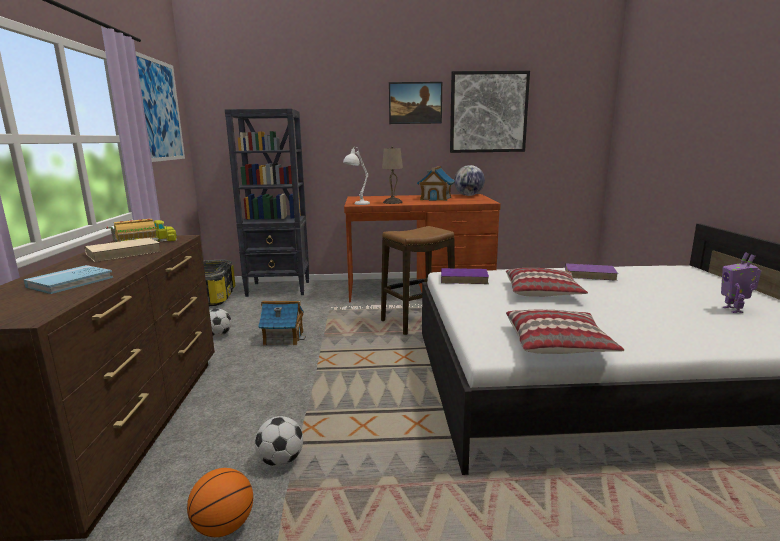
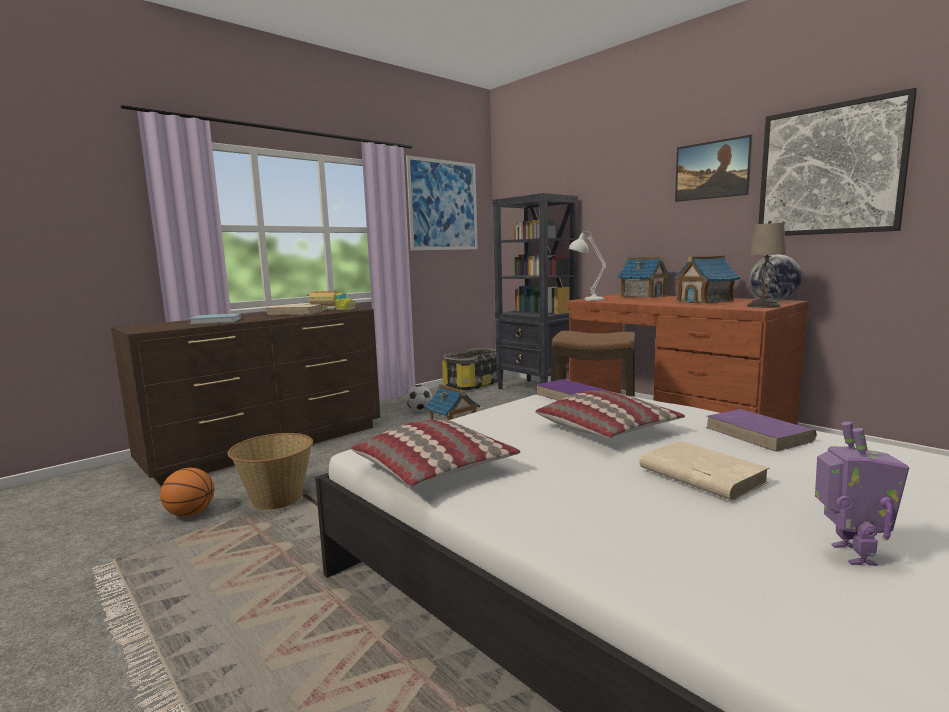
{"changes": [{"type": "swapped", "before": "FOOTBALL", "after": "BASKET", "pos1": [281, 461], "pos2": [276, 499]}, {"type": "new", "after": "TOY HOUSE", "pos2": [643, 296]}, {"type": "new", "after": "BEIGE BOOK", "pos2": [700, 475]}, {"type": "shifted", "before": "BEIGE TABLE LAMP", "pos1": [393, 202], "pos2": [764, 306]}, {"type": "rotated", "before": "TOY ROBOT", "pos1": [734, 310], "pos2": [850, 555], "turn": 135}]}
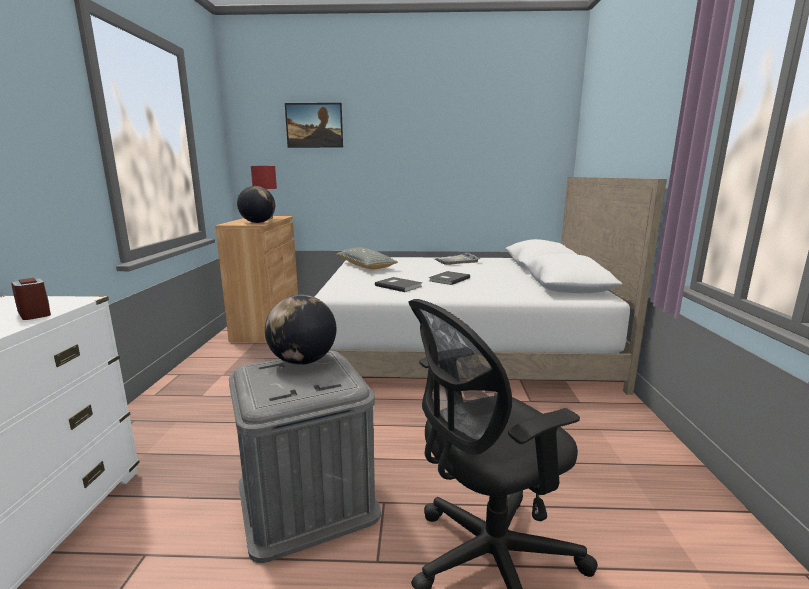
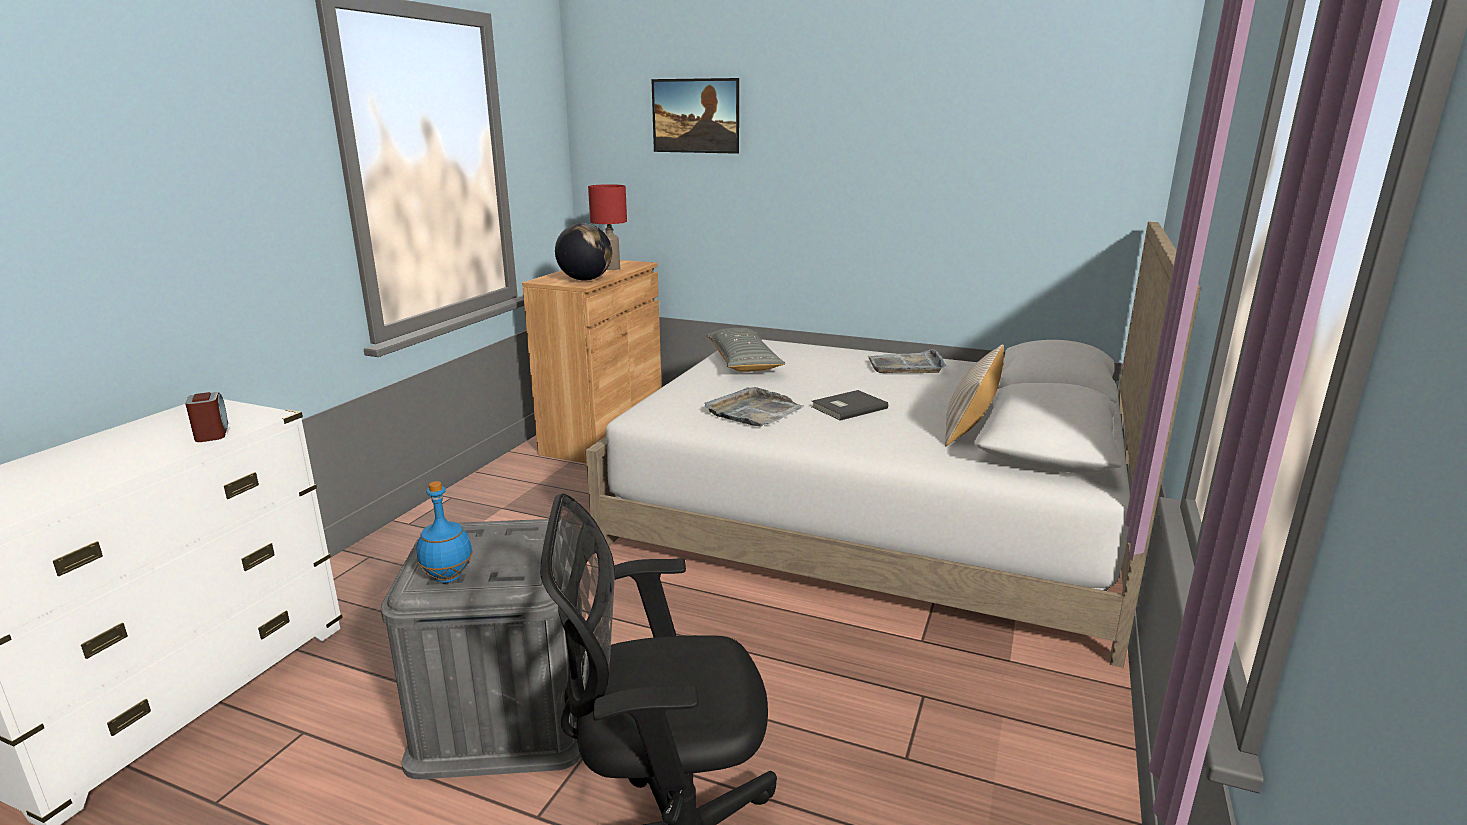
{"changes": [{"type": "new", "after": "BLUE BOTTLE", "pos2": [448, 578]}, {"type": "swapped", "before": "GREY BOOK", "after": "GREY TRAY", "pos1": [398, 285], "pos2": [753, 411]}, {"type": "new", "after": "BEIGE PILLOW", "pos2": [971, 423]}, {"type": "gone", "before": "GLOBE", "pos1": [303, 361]}]}
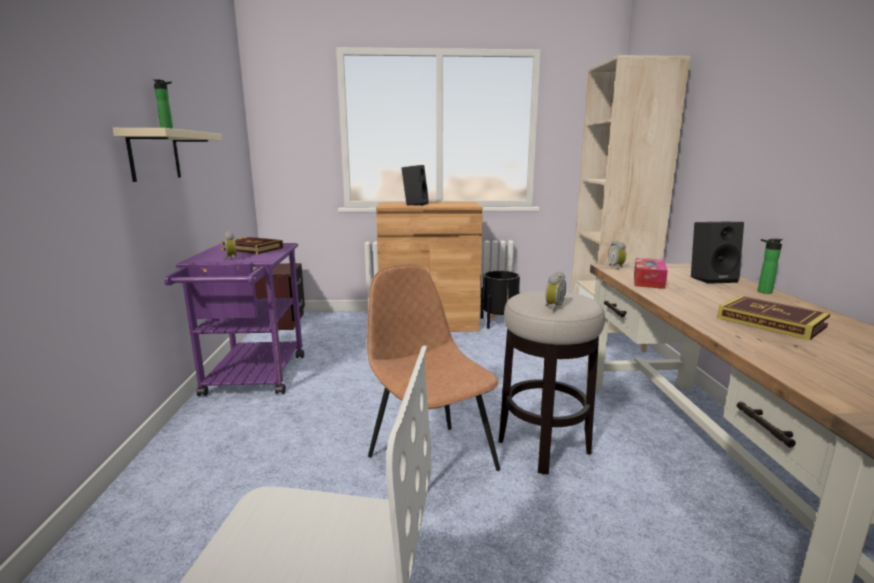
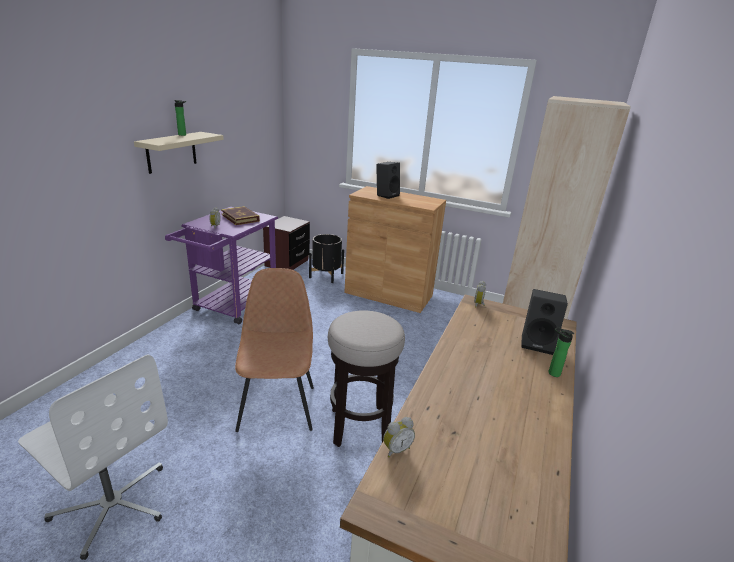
{"changes": [{"type": "shifted", "before": "BLACK PLANTER", "pos1": [499, 322], "pos2": [326, 275]}, {"type": "shifted", "before": "ALARM CLOCK", "pos1": [553, 307], "pos2": [396, 449]}, {"type": "gone", "before": "TISSUE BOX", "pos1": [648, 281]}, {"type": "gone", "before": "BOOK", "pos1": [770, 322]}]}
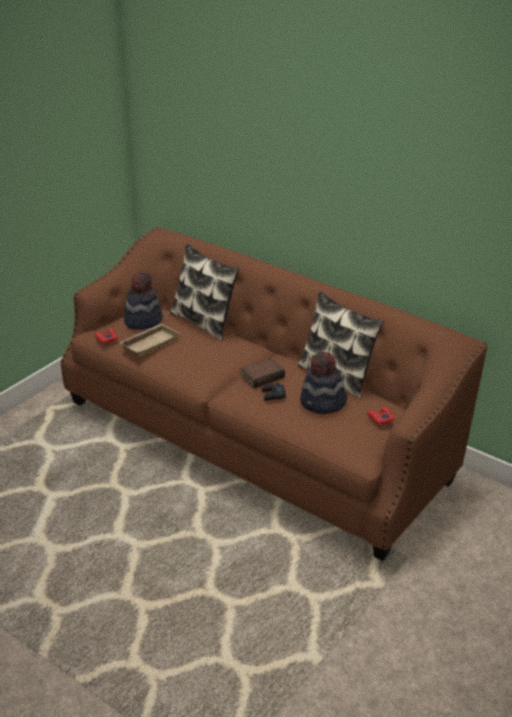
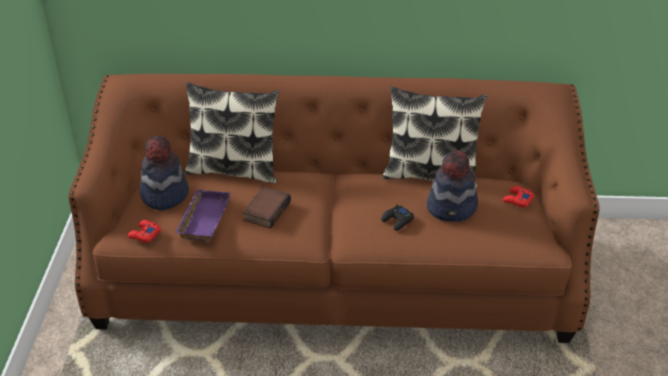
{"changes": [{"type": "repainted", "before": "BEIGE TRAY", "after": "PURPLE TRAY", "pos1": [149, 343], "pos2": [203, 218]}, {"type": "shifted", "before": "BOOK", "pos1": [262, 375], "pos2": [266, 210]}]}
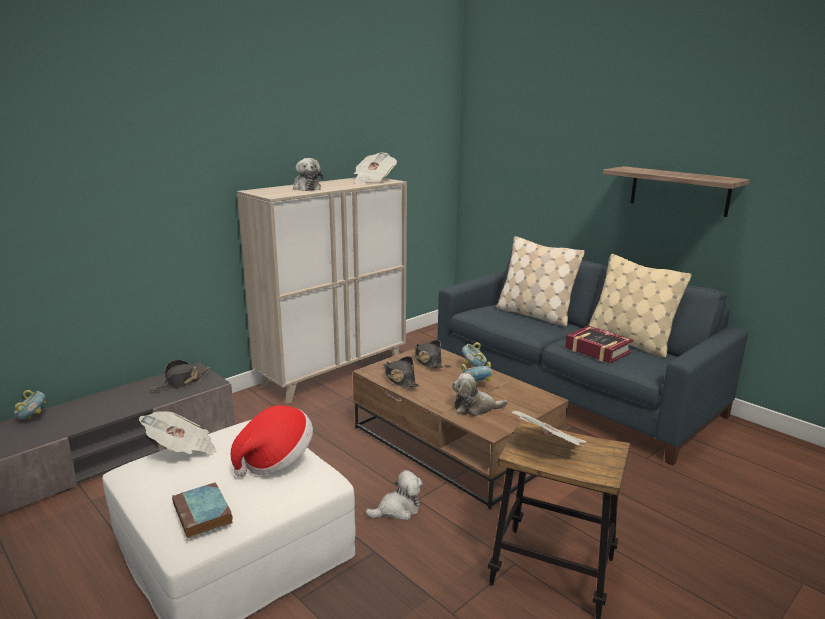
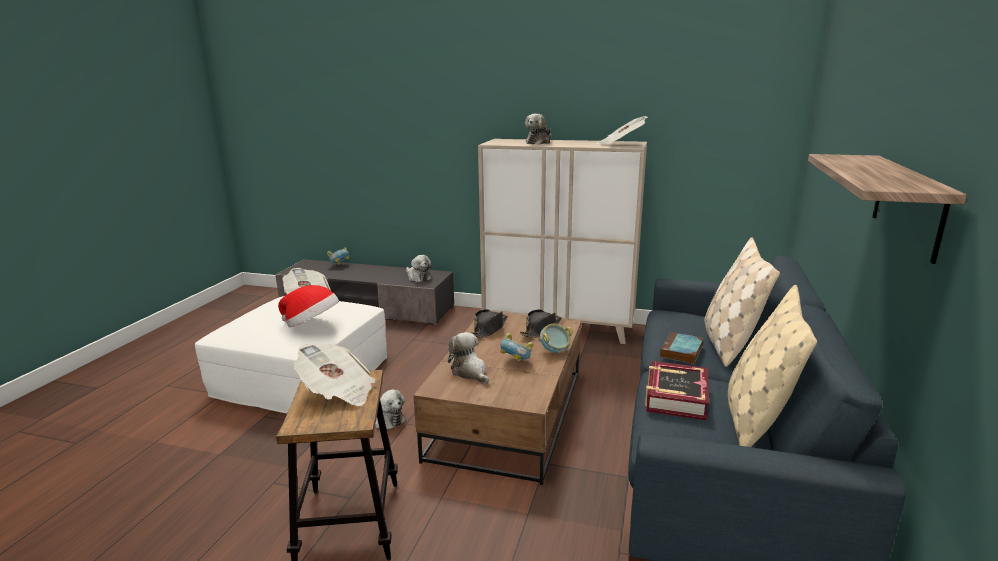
{"changes": [{"type": "swapped", "before": "BLACK HAT", "after": "PLUSH TOY", "pos1": [181, 382], "pos2": [418, 277]}, {"type": "shifted", "before": "BOOK", "pos1": [203, 515], "pos2": [681, 352]}]}
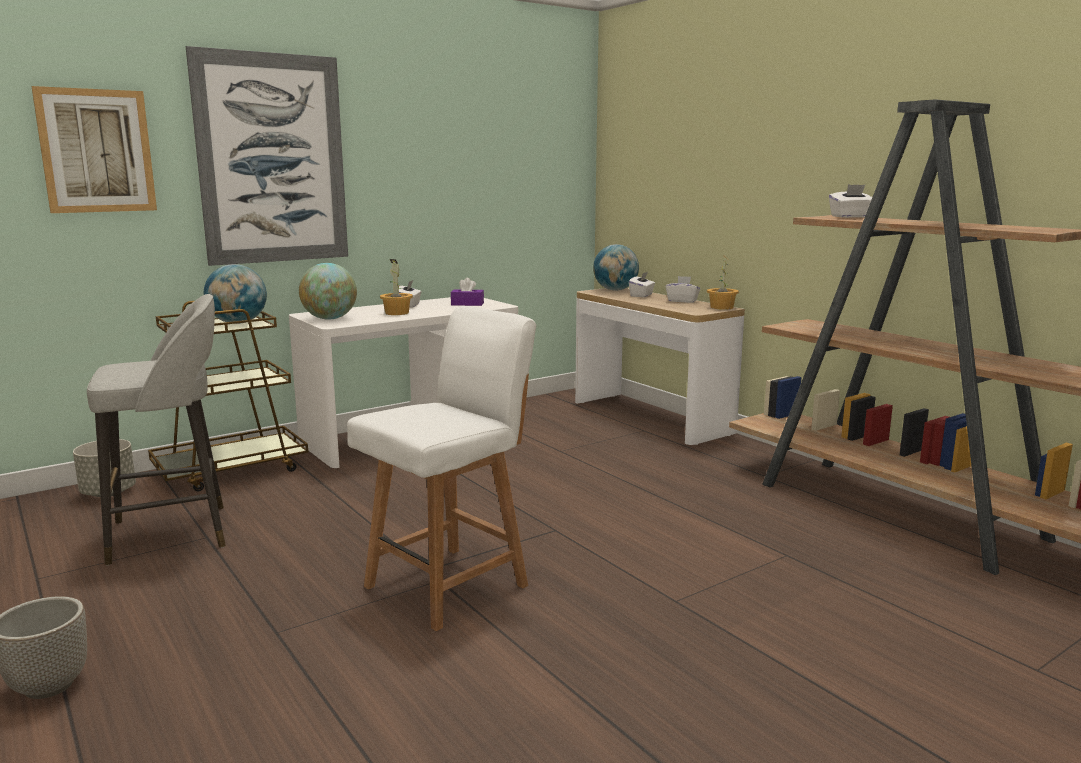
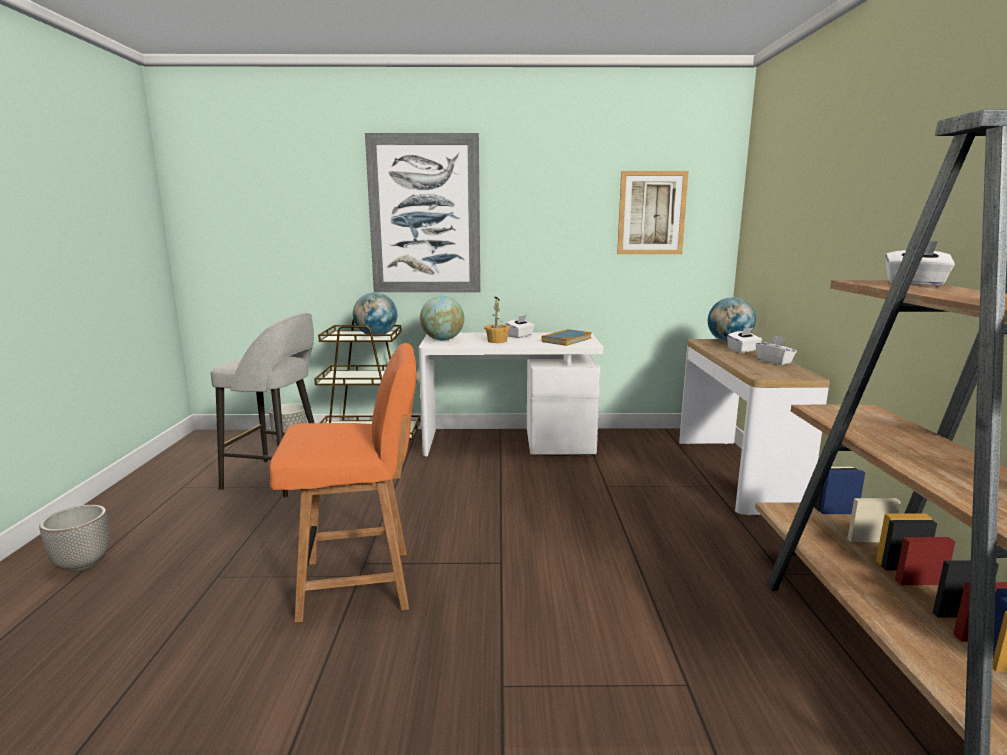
{"changes": [{"type": "repainted", "before": "WHITE CHAIR", "after": "ORANGE CHAIR", "pos1": [450, 585], "pos2": [360, 583]}, {"type": "swapped", "before": "PURPLE TISSUE BOX", "after": "BOOK", "pos1": [467, 304], "pos2": [566, 340]}, {"type": "shifted", "before": "PICTURE", "pos1": [97, 151], "pos2": [651, 213]}, {"type": "gone", "before": "POTTED PLANT", "pos1": [721, 307]}]}
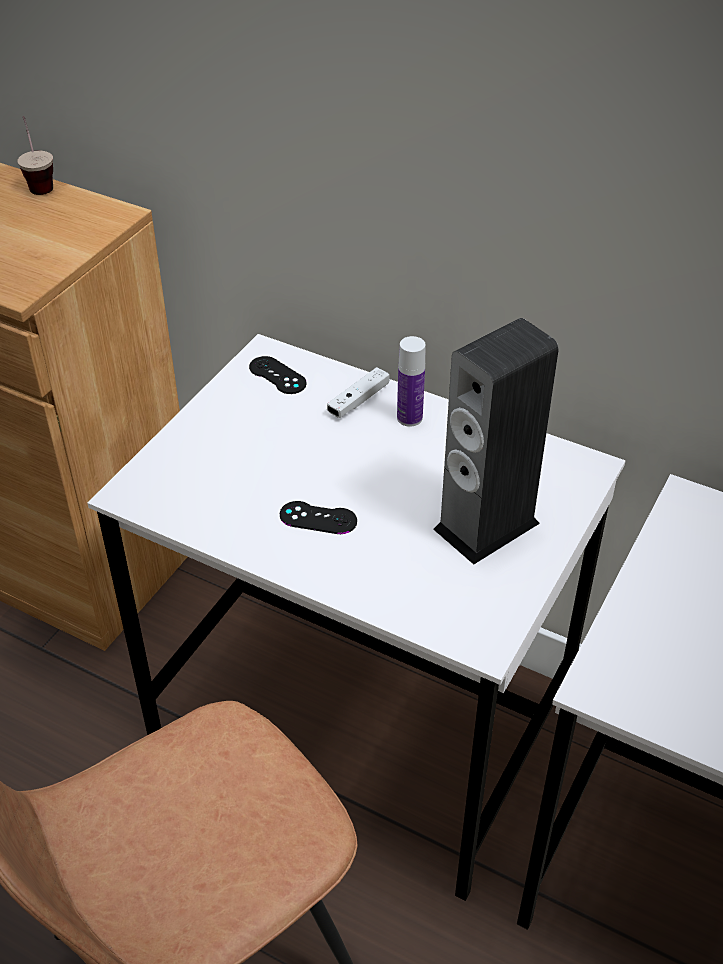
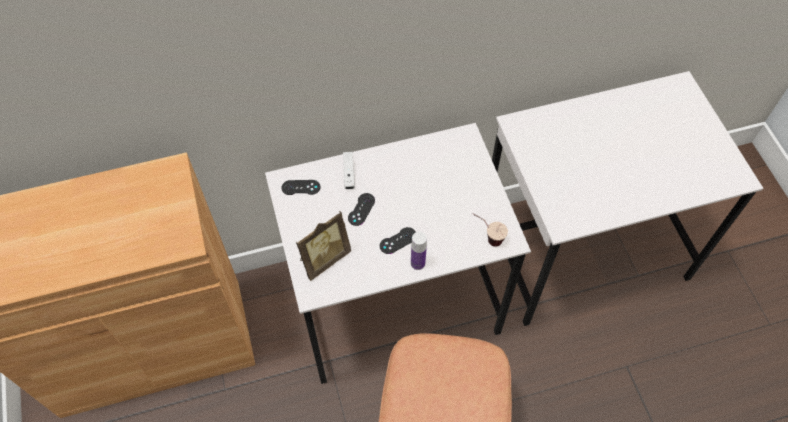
{"changes": [{"type": "new", "after": "PICTURE FRAME", "pos2": [323, 258]}, {"type": "new", "after": "BLACK GAME CONTROLLER", "pos2": [361, 209]}, {"type": "shifted", "before": "BOTTLE", "pos1": [409, 418], "pos2": [417, 263]}, {"type": "shifted", "before": "CUP", "pos1": [39, 183], "pos2": [487, 237]}, {"type": "gone", "before": "SPEAKER", "pos1": [486, 526]}]}
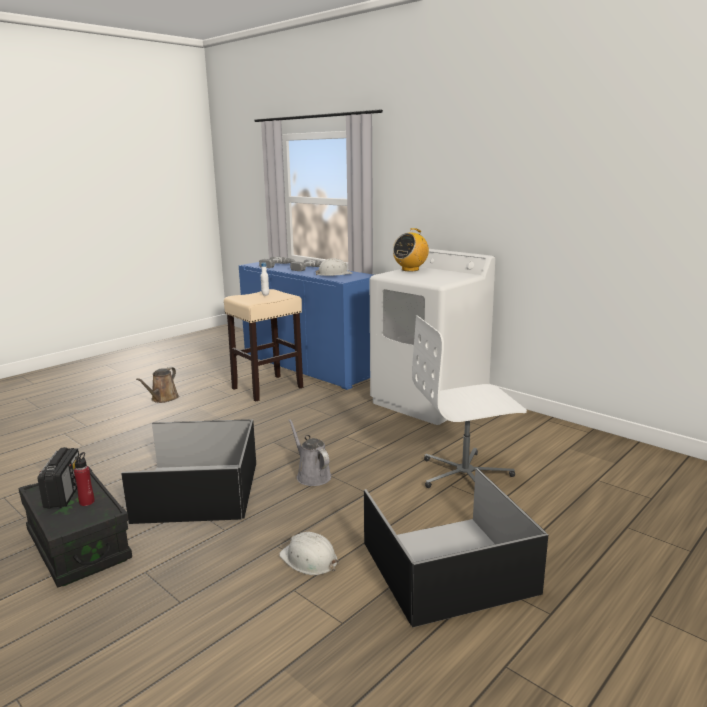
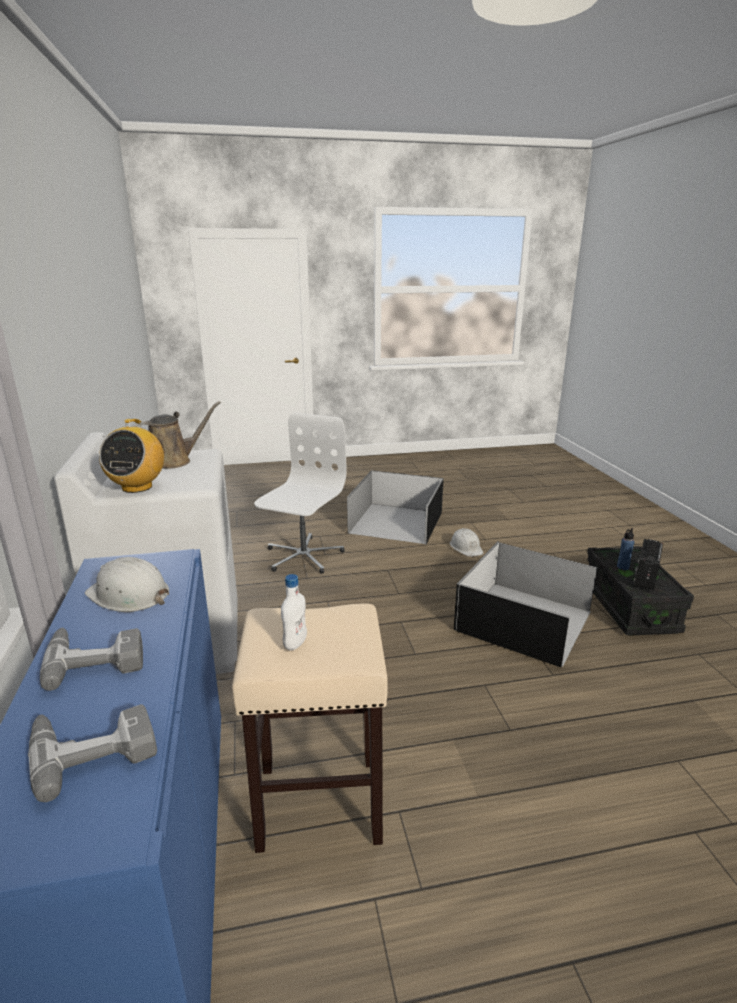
{"changes": [{"type": "rotated", "before": "RADIO", "pos1": [410, 269], "pos2": [137, 487], "turn": 105}, {"type": "shifted", "before": "BROWN WATERING CAN", "pos1": [163, 399], "pos2": [173, 461]}, {"type": "rotated", "before": "WHITE OFFICE CHAIR", "pos1": [465, 475], "pos2": [303, 556], "turn": -90}, {"type": "repainted", "before": "RED BOTTLE", "after": "BLUE BOTTLE", "pos1": [87, 502], "pos2": [622, 567]}, {"type": "gone", "before": "GREY WATERING CAN", "pos1": [311, 475]}]}
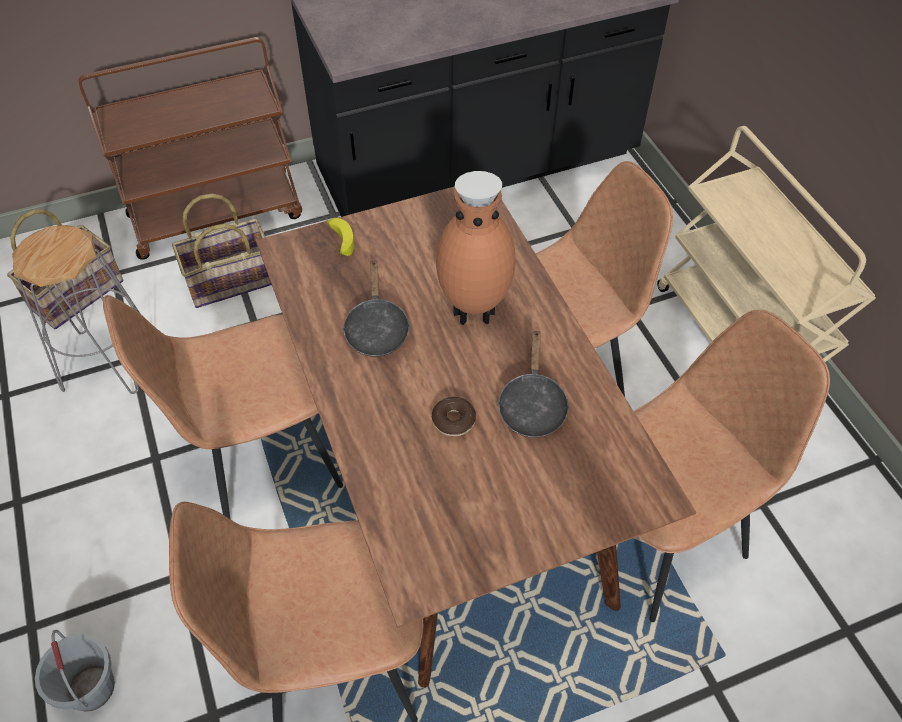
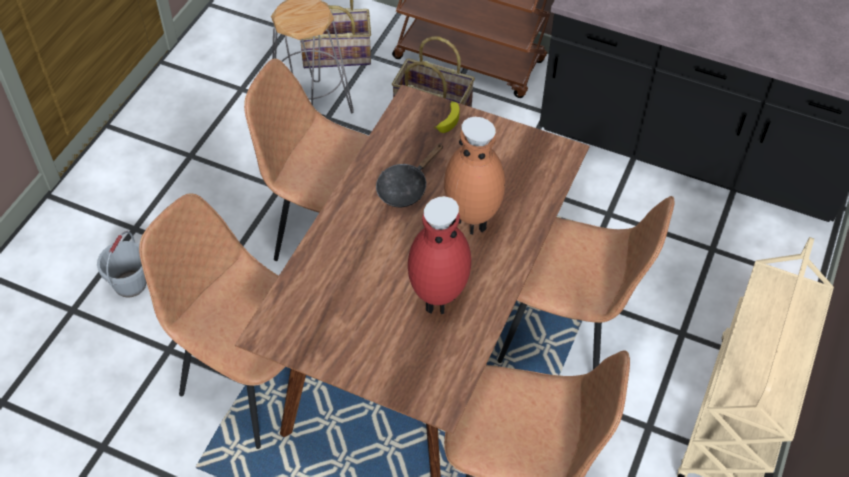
{"changes": [{"type": "swapped", "before": "BLACK FRYING PAN", "after": "RED VASE", "pos1": [532, 405], "pos2": [437, 299]}, {"type": "gone", "before": "DONUT", "pos1": [453, 420]}]}
